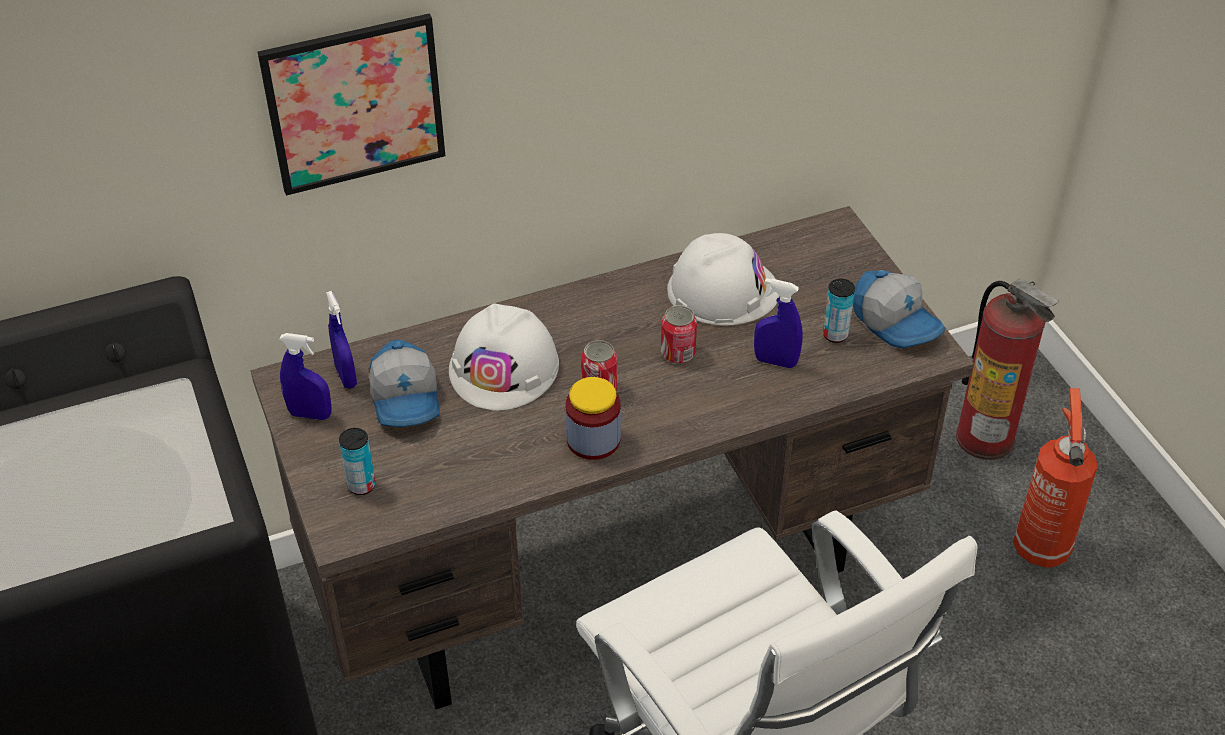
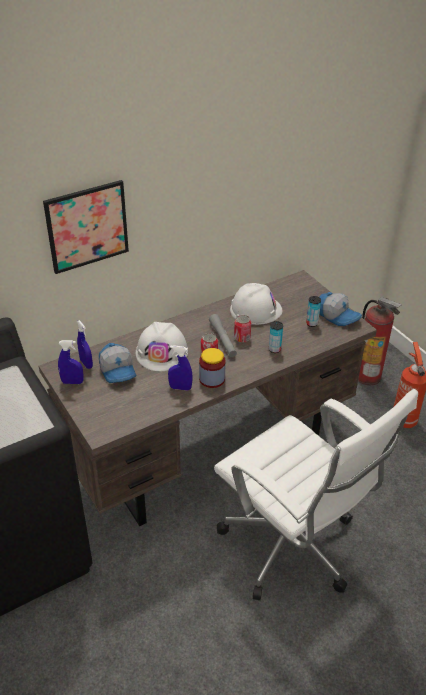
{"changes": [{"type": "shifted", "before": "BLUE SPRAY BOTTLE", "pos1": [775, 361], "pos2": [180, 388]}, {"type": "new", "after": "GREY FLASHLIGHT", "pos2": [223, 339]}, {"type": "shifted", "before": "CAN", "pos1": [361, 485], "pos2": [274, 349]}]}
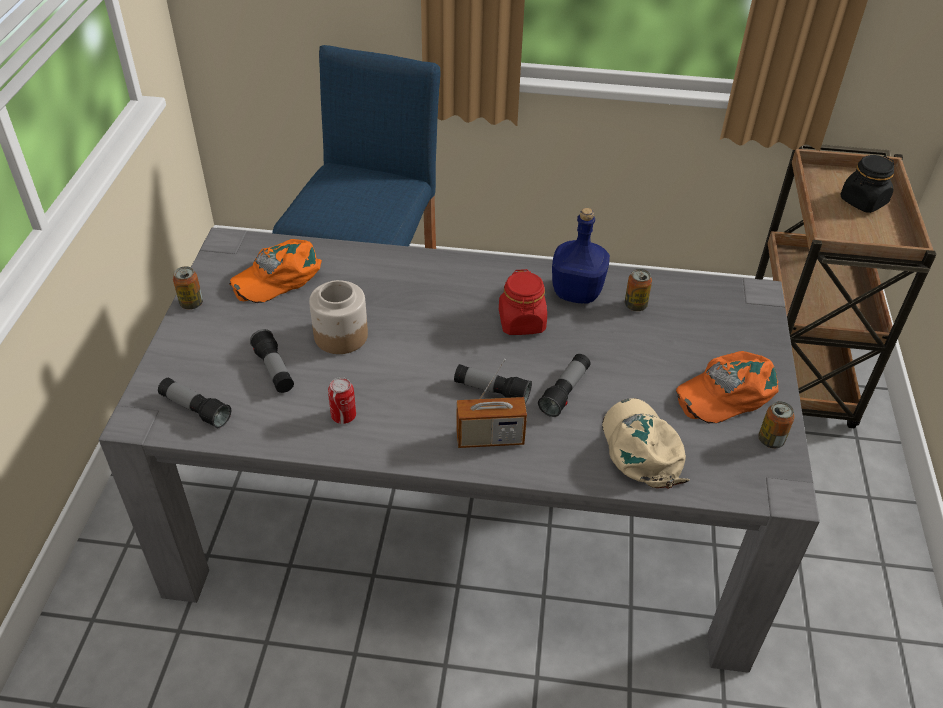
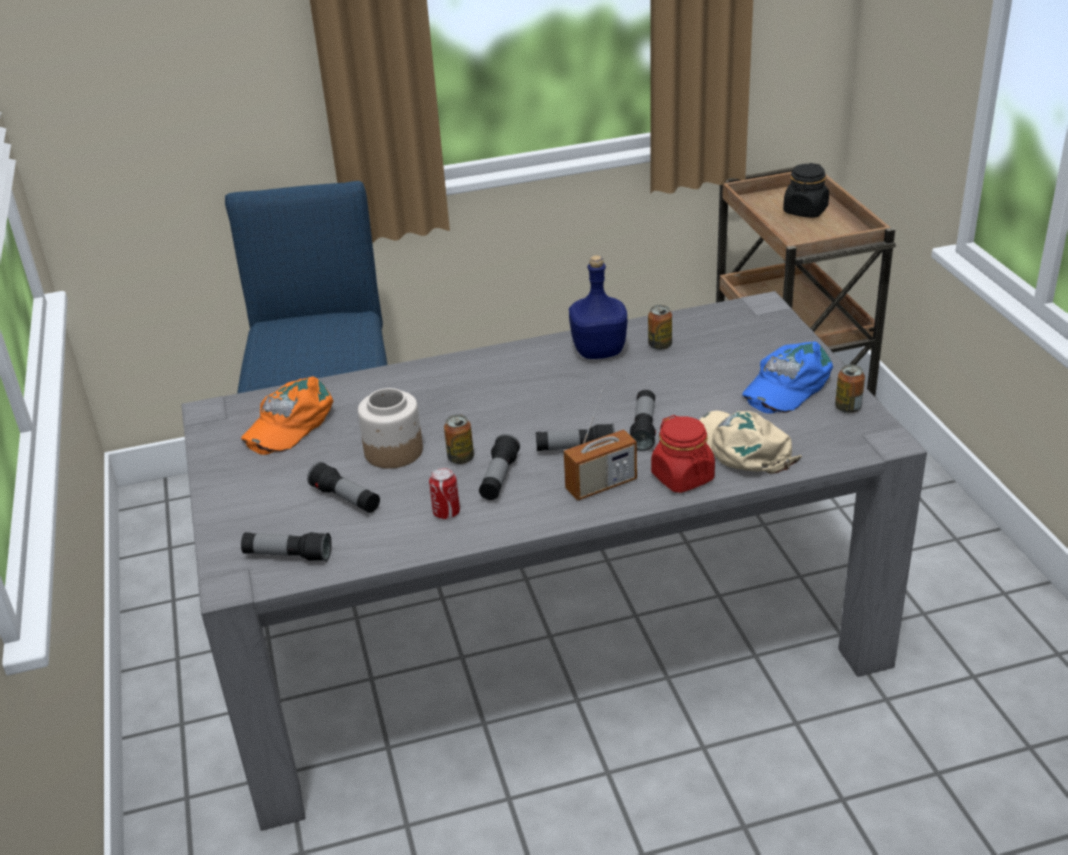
{"changes": [{"type": "shifted", "before": "CAN", "pos1": [191, 303], "pos2": [460, 458]}, {"type": "new", "after": "FLASHLIGHT", "pos2": [499, 478]}, {"type": "shifted", "before": "RED JAR", "pos1": [522, 322], "pos2": [683, 477]}, {"type": "repainted", "before": "ORANGE CAP", "after": "BLUE CAP", "pos1": [726, 392], "pos2": [786, 385]}]}
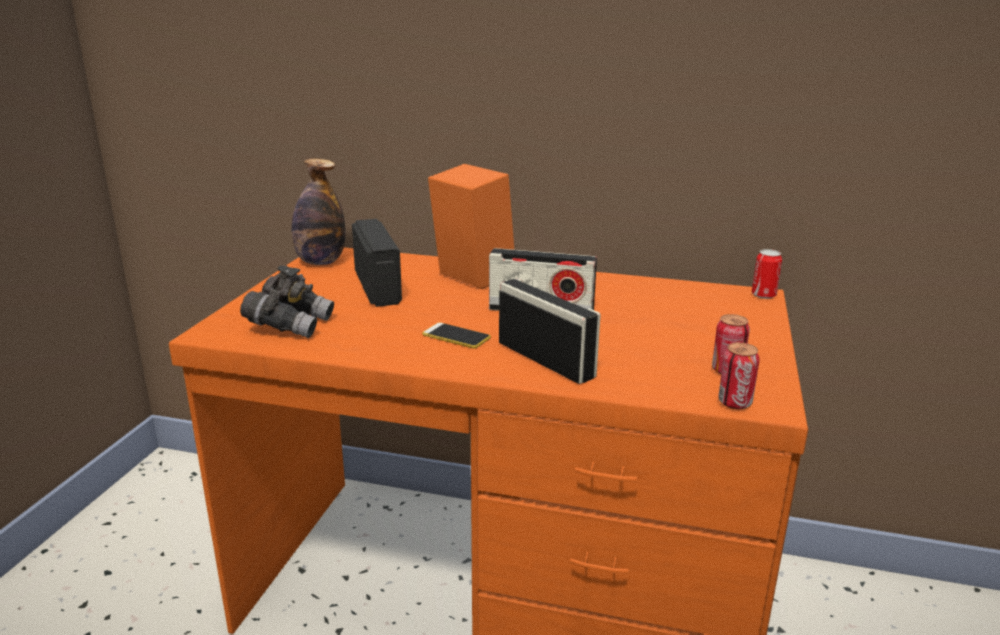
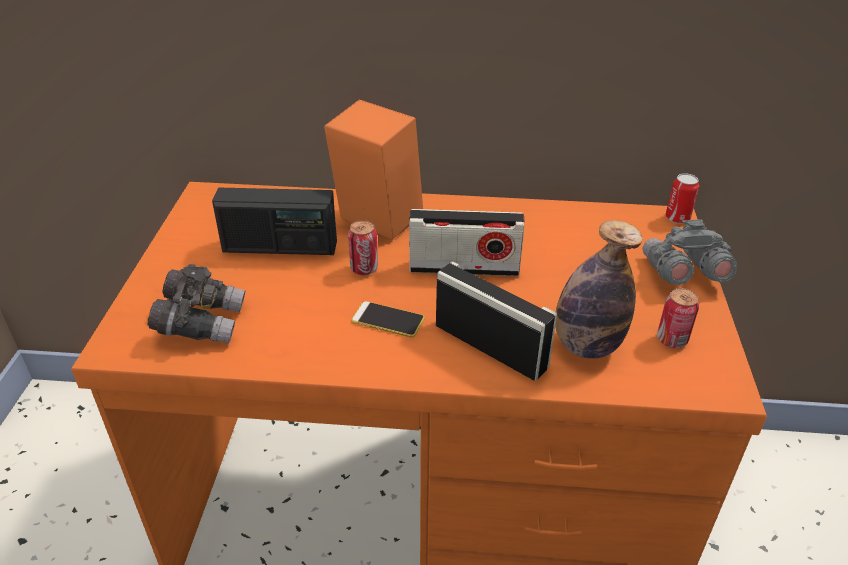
{"changes": [{"type": "rotated", "before": "RADIO", "pos1": [378, 286], "pos2": [280, 247], "turn": 120}, {"type": "shifted", "before": "CAN", "pos1": [734, 403], "pos2": [364, 268]}, {"type": "shifted", "before": "BOTTLE", "pos1": [320, 262], "pos2": [586, 346]}, {"type": "new", "after": "GREY BINOCULARS", "pos2": [682, 275]}]}
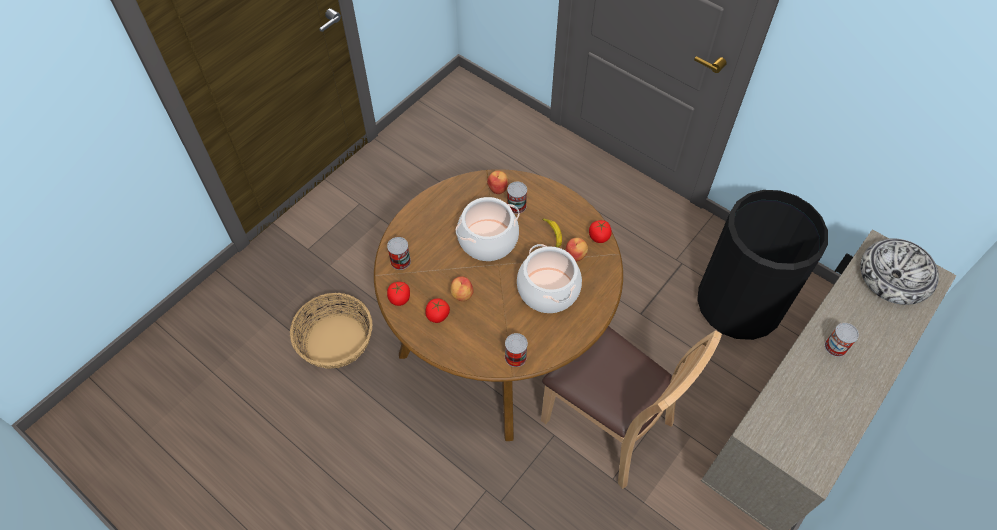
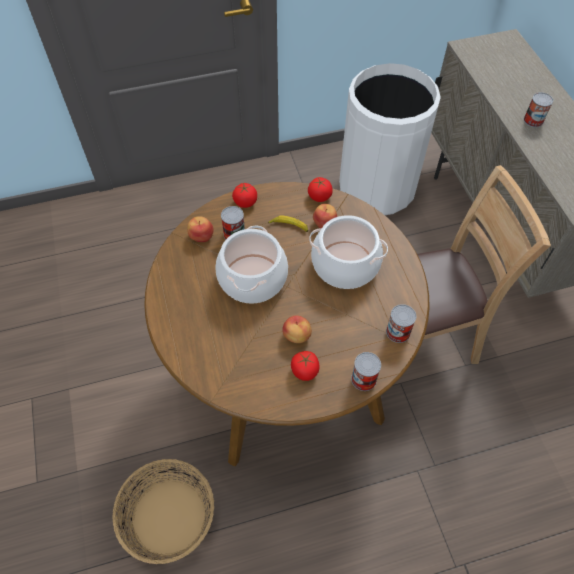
{"changes": [{"type": "shifted", "before": "TOMATO", "pos1": [399, 298], "pos2": [245, 202]}, {"type": "repainted", "before": "BLACK TRASH CAN", "after": "WHITE TRASH CAN", "pos1": [738, 304], "pos2": [376, 188]}, {"type": "shifted", "before": "CAN", "pos1": [400, 261], "pos2": [363, 379]}, {"type": "gone", "before": "BOWL", "pos1": [893, 277]}]}
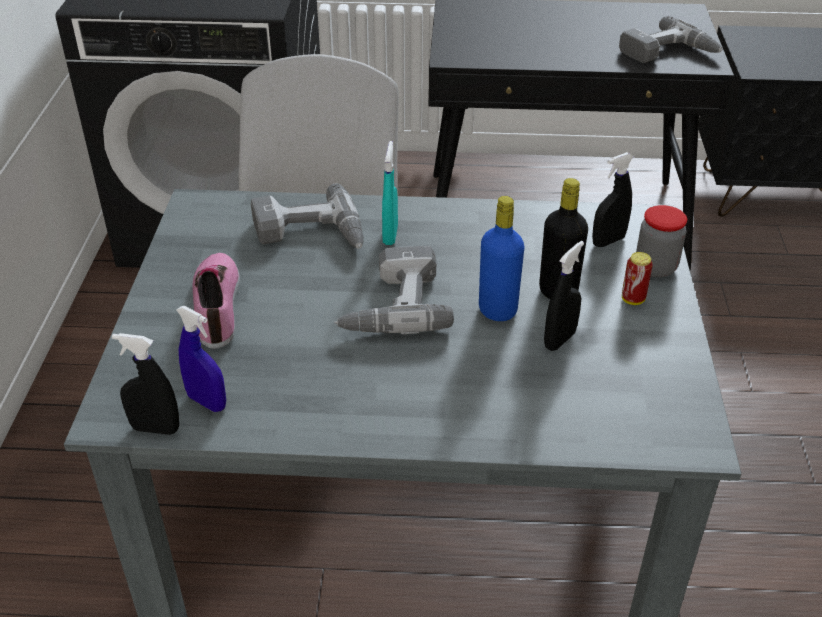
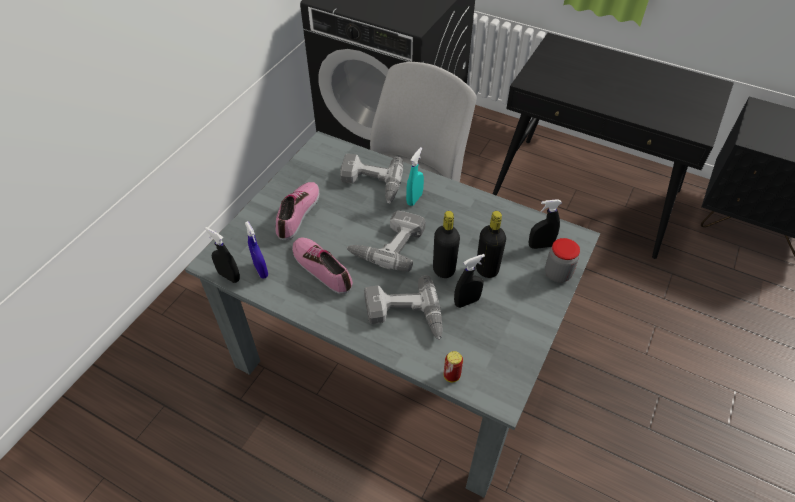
{"changes": [{"type": "new", "after": "SHOE", "pos2": [322, 268]}, {"type": "shifted", "before": "POWER DRILL", "pos1": [669, 53], "pos2": [404, 317]}, {"type": "repainted", "before": "BLUE BOTTLE", "after": "BLACK BOTTLE", "pos1": [497, 310], "pos2": [444, 269]}, {"type": "shifted", "before": "CAN", "pos1": [633, 299], "pos2": [451, 376]}]}
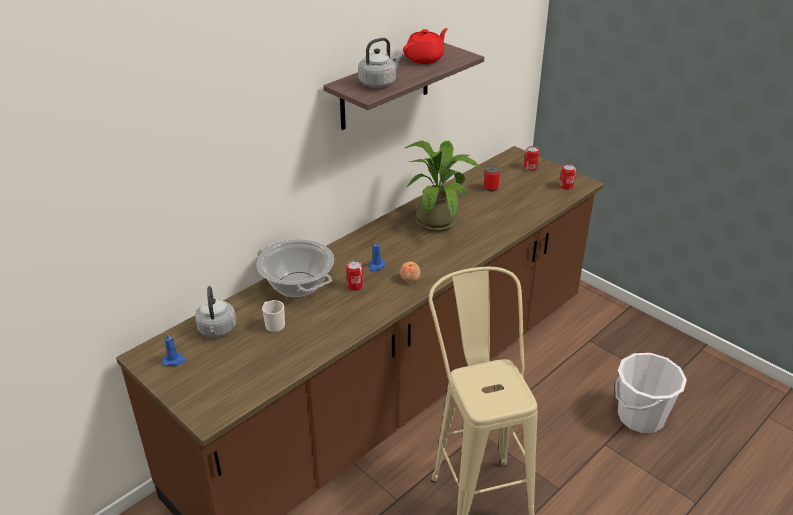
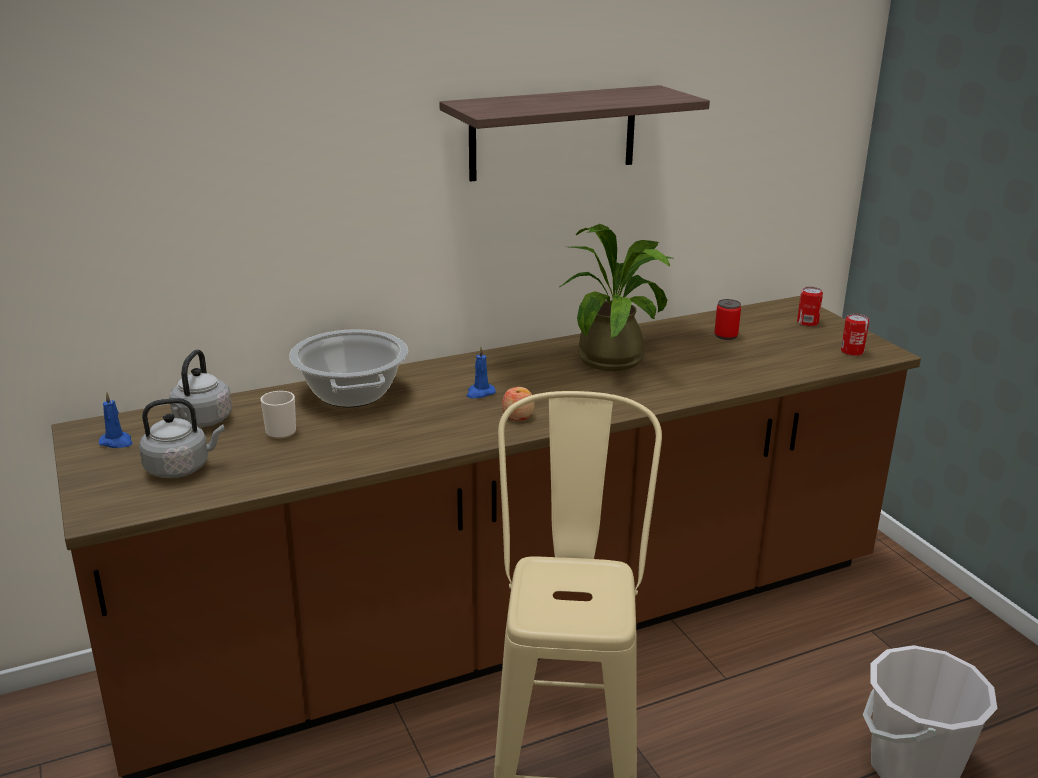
{"changes": [{"type": "shifted", "before": "GREY KETTLE", "pos1": [379, 83], "pos2": [181, 468]}, {"type": "gone", "before": "CAN", "pos1": [355, 286]}, {"type": "gone", "before": "RED TEAPOT", "pos1": [425, 59]}]}
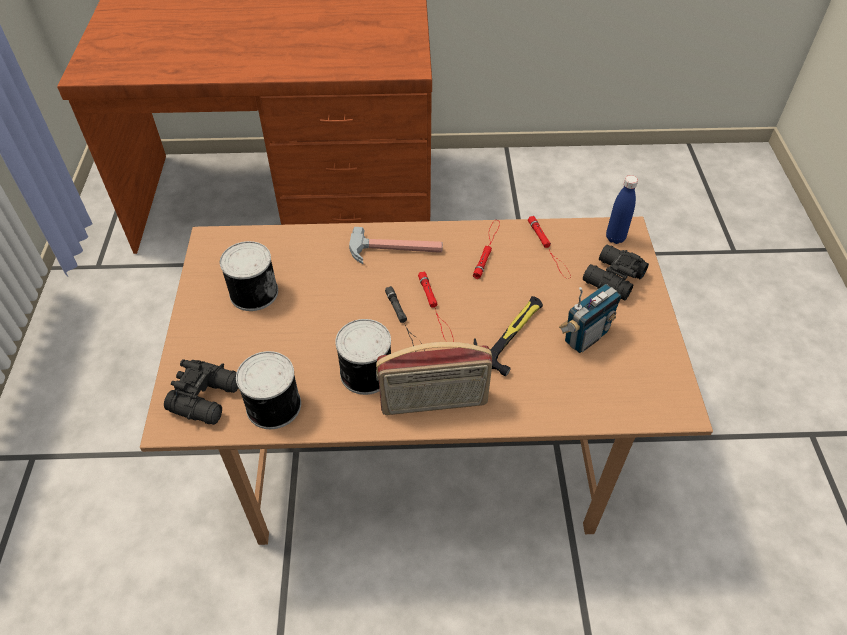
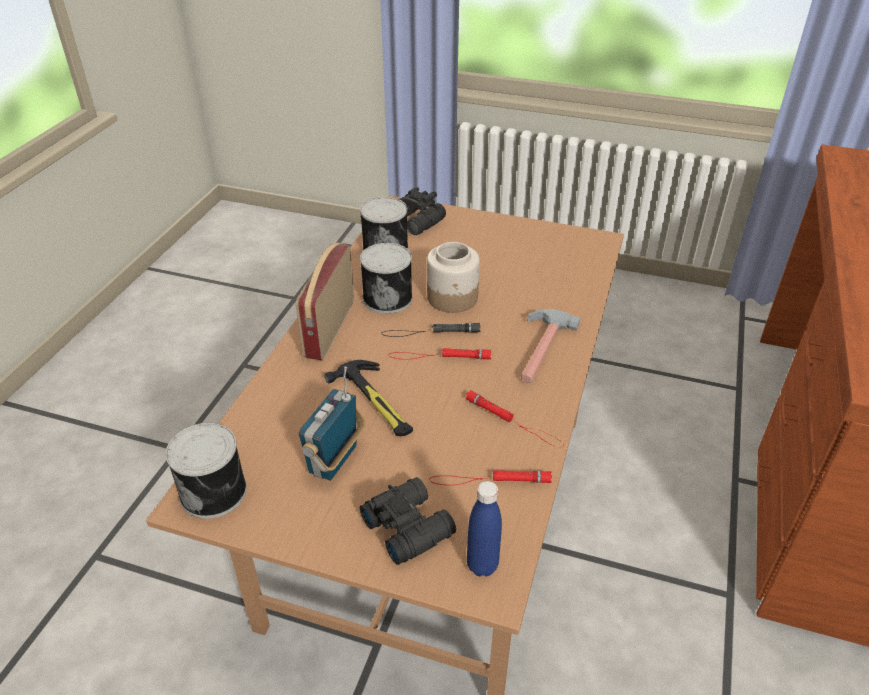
{"changes": [{"type": "shifted", "before": "CAN", "pos1": [253, 292], "pos2": [215, 491]}, {"type": "rotated", "before": "RADIO", "pos1": [585, 337], "pos2": [334, 460], "turn": 45}, {"type": "new", "after": "JAR", "pos2": [453, 298]}]}
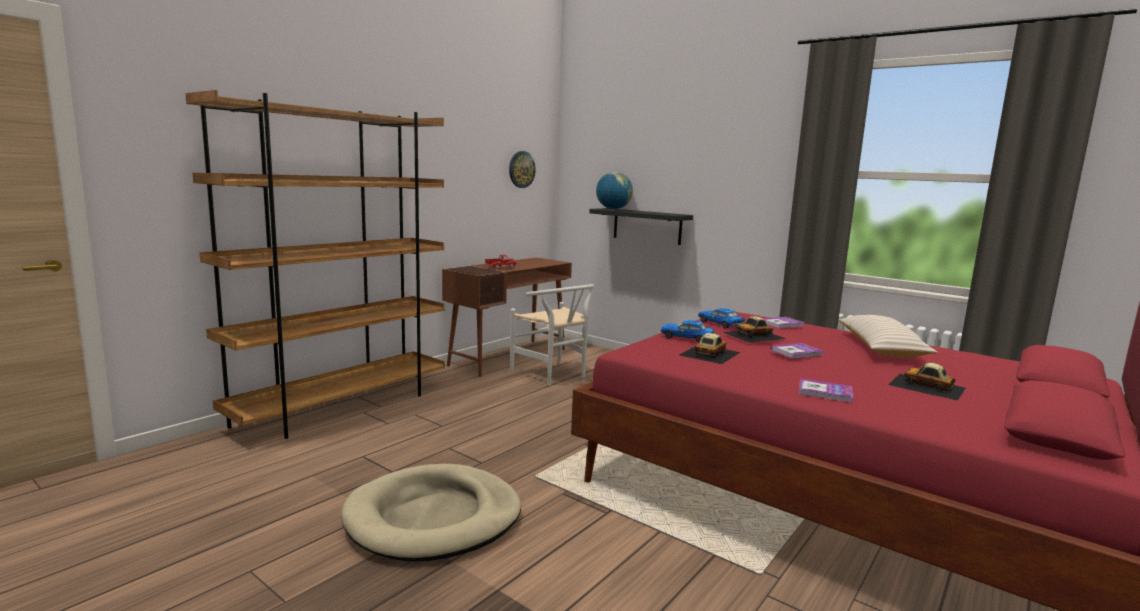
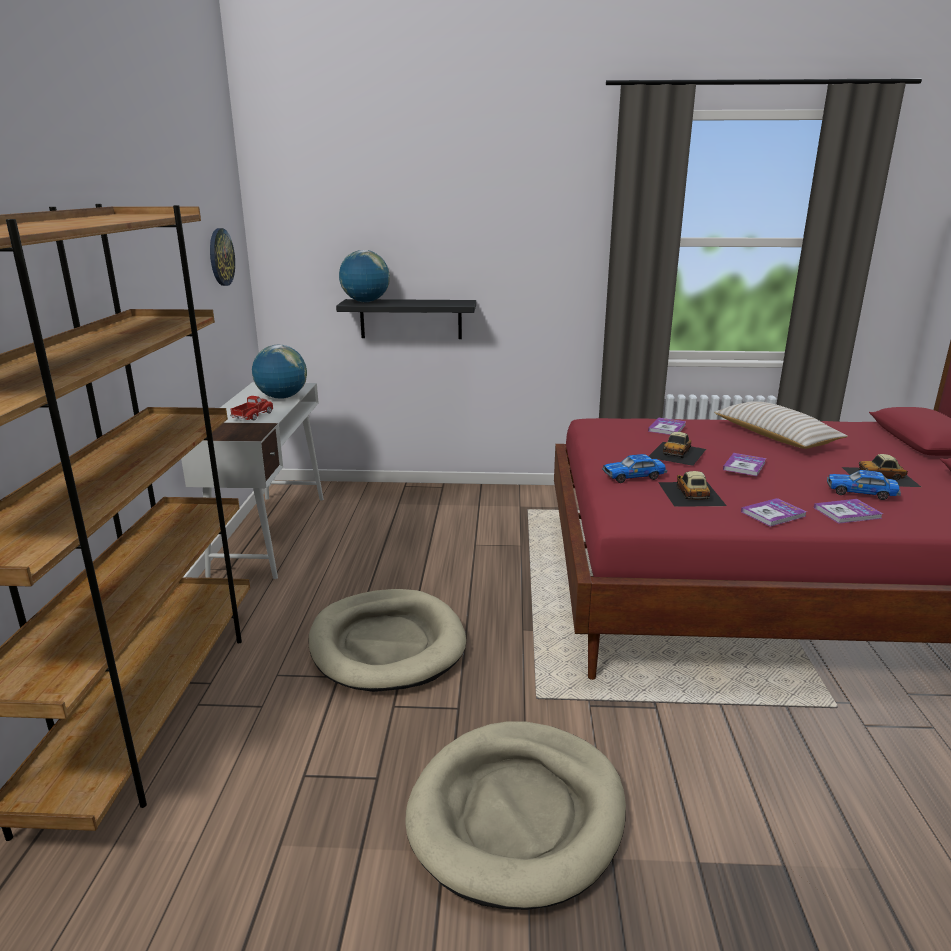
{"changes": [{"type": "repainted", "before": "BROWN DESK", "after": "WHITE DESK", "pos1": [509, 357], "pos2": [271, 533]}, {"type": "new", "after": "GLOBE", "pos2": [282, 397]}, {"type": "new", "after": "BEIGE DOG BED", "pos2": [387, 644]}, {"type": "new", "after": "BOOK", "pos2": [773, 514]}, {"type": "shifted", "before": "TOY CAR", "pos1": [721, 324], "pos2": [861, 492]}, {"type": "gone", "before": "WHITE CHAIR", "pos1": [554, 376]}]}
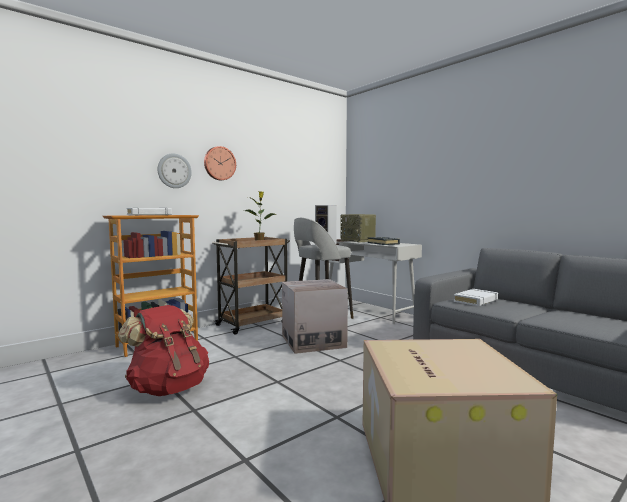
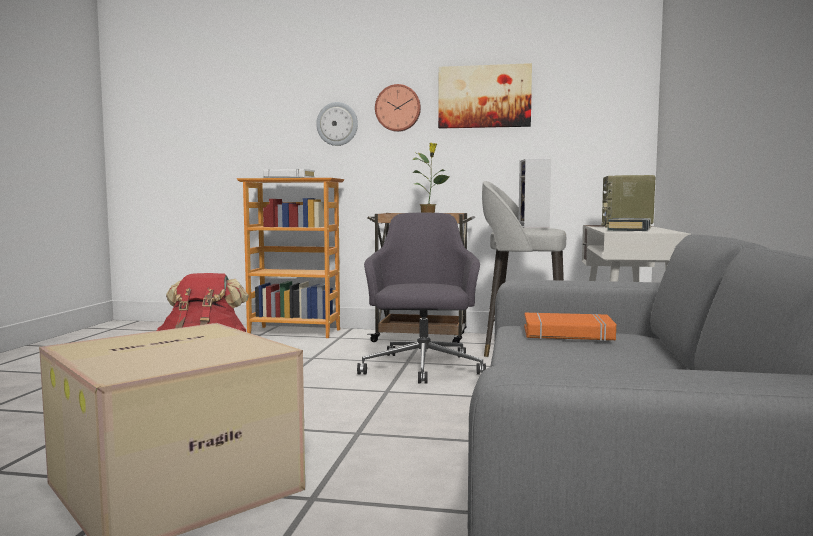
{"changes": [{"type": "swapped", "before": "CARDBOARD BOX", "after": "GREY OFFICE CHAIR", "pos1": [313, 341], "pos2": [422, 368]}, {"type": "new", "after": "PICTURE", "pos2": [484, 97]}, {"type": "repainted", "before": "WHITE BOOK", "after": "ORANGE BOOK", "pos1": [476, 301], "pos2": [568, 334]}]}
